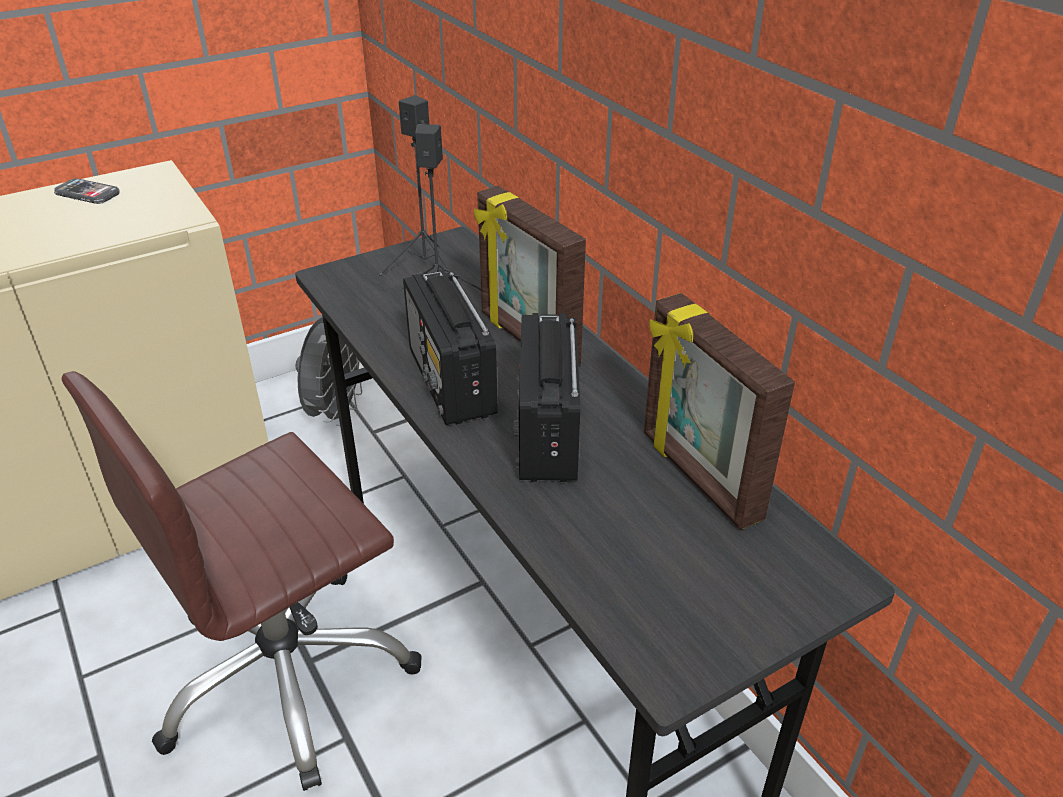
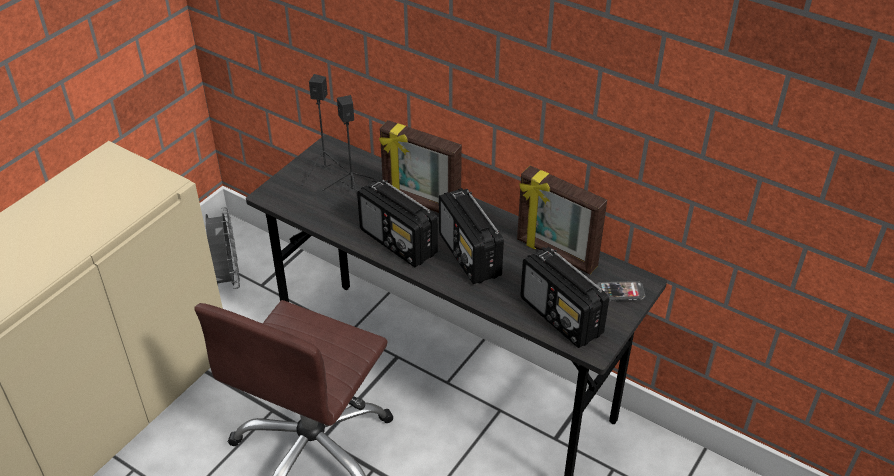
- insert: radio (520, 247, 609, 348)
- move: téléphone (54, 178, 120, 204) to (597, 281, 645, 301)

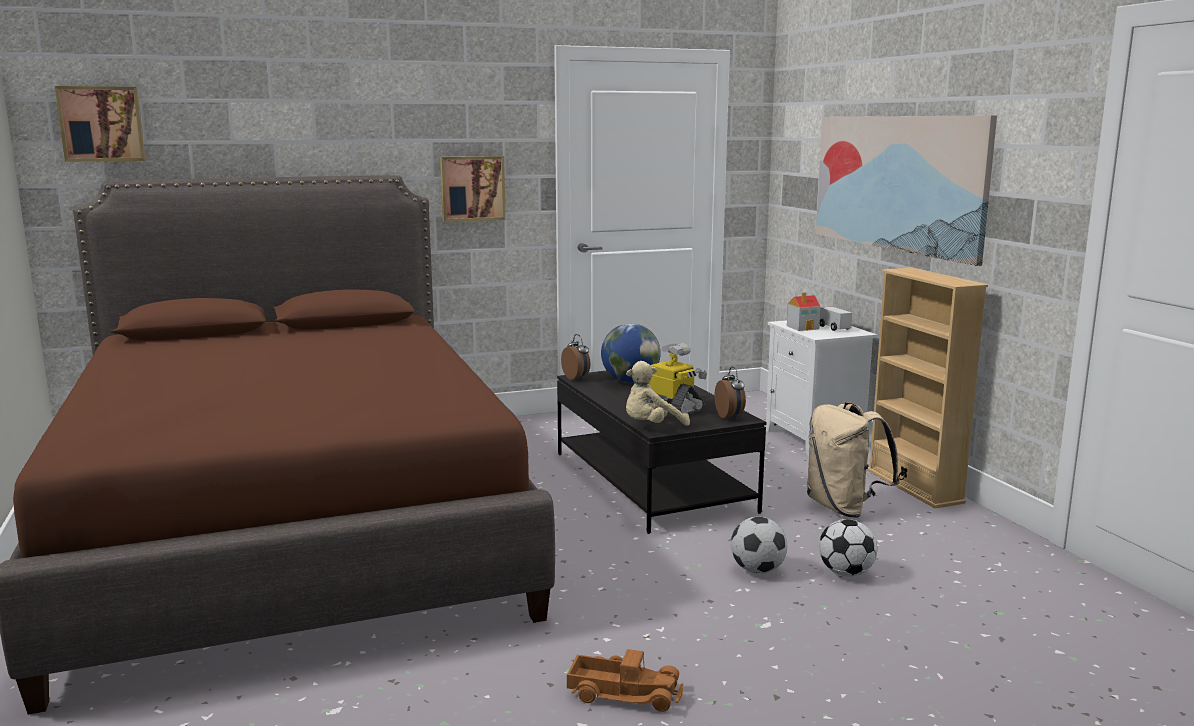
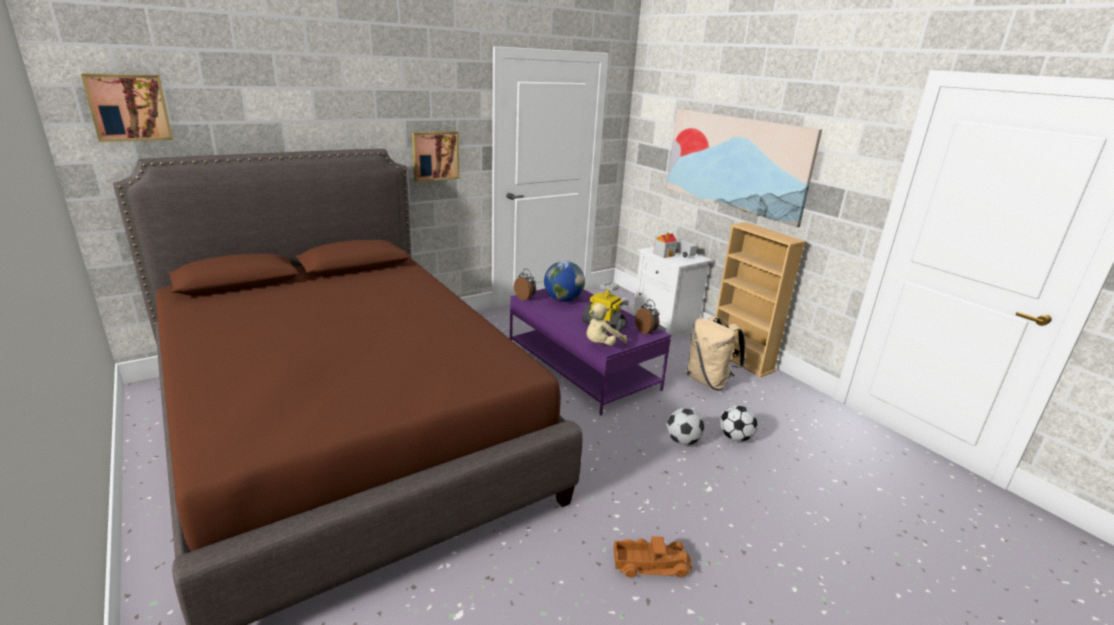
- recolor: table basse (noir) (557, 371, 766, 534) to table basse (violet) (510, 289, 671, 416)

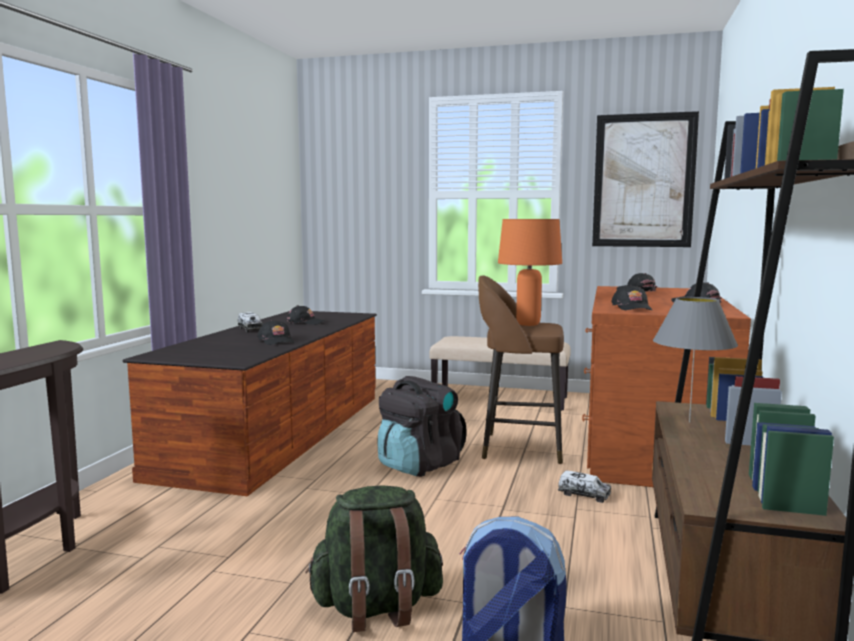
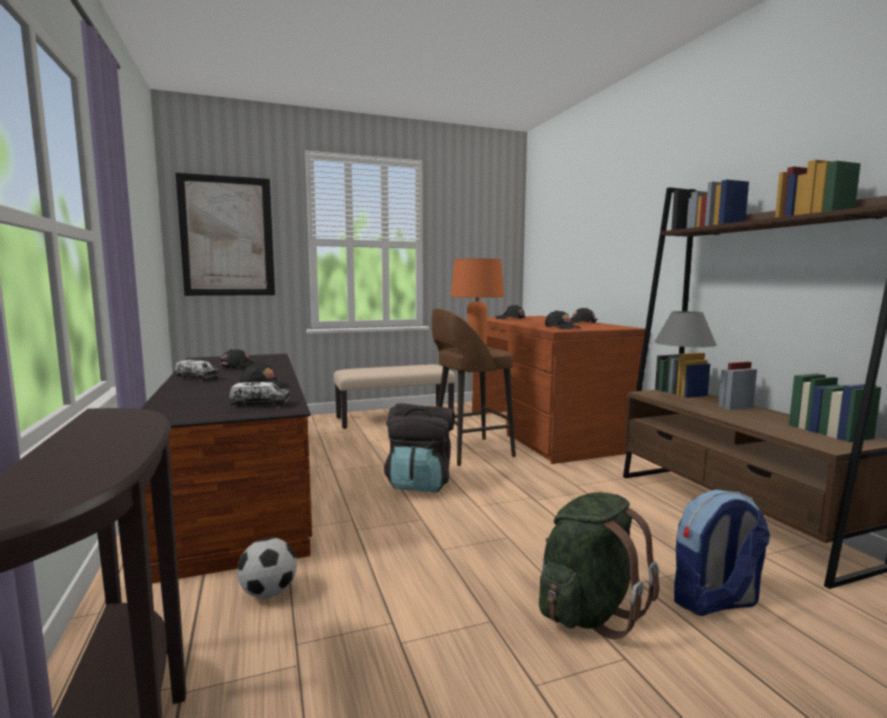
- move: tableau (592, 111, 699, 247) to (175, 173, 275, 296)
- move: camion jouet (558, 470, 611, 503) to (229, 382, 290, 408)
- insert: ballon de foot (237, 537, 297, 599)

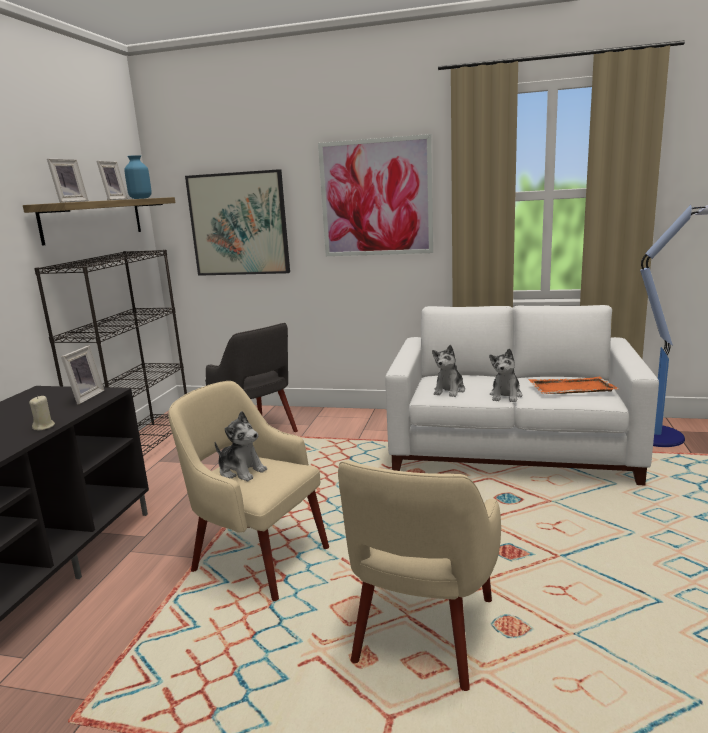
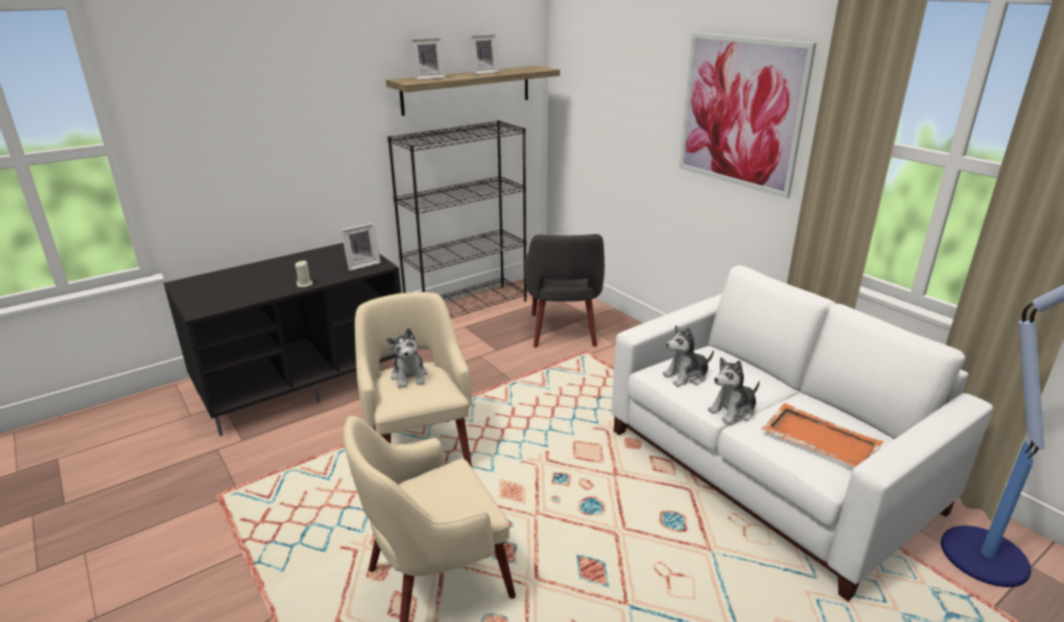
- delete: vase (bleu) (124, 155, 152, 199)
- delete: tableau (185, 169, 290, 276)

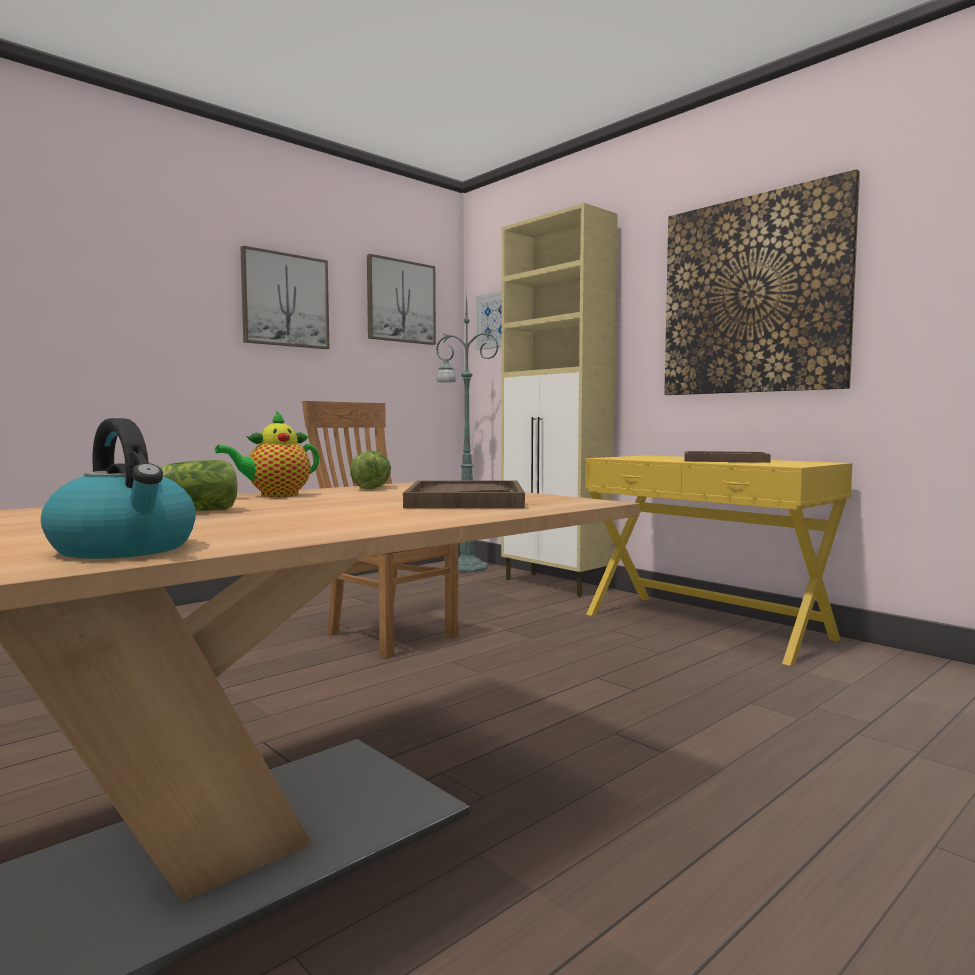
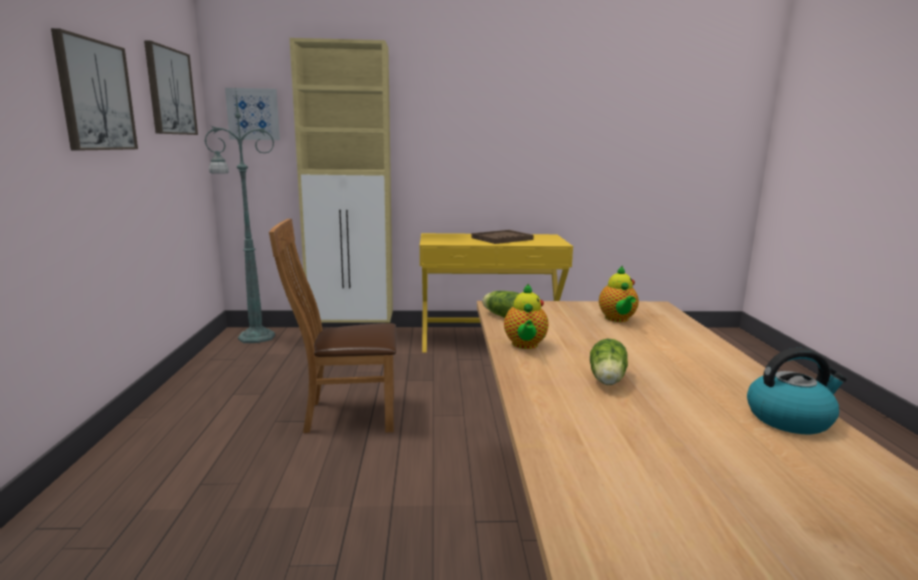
- replace: plateau (marron) (403, 481, 525, 508) to théière (599, 266, 639, 322)
- delete: tableau (664, 169, 860, 395)

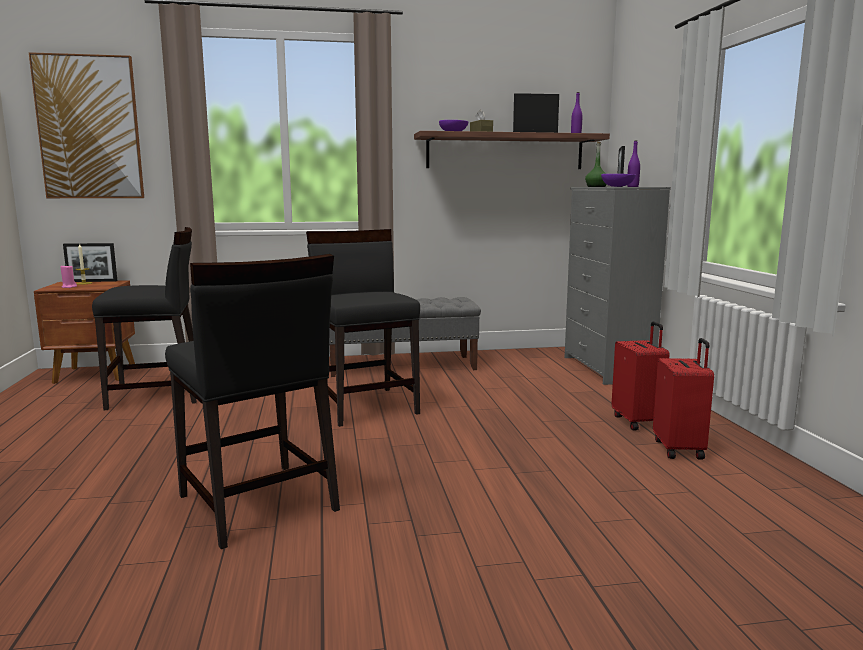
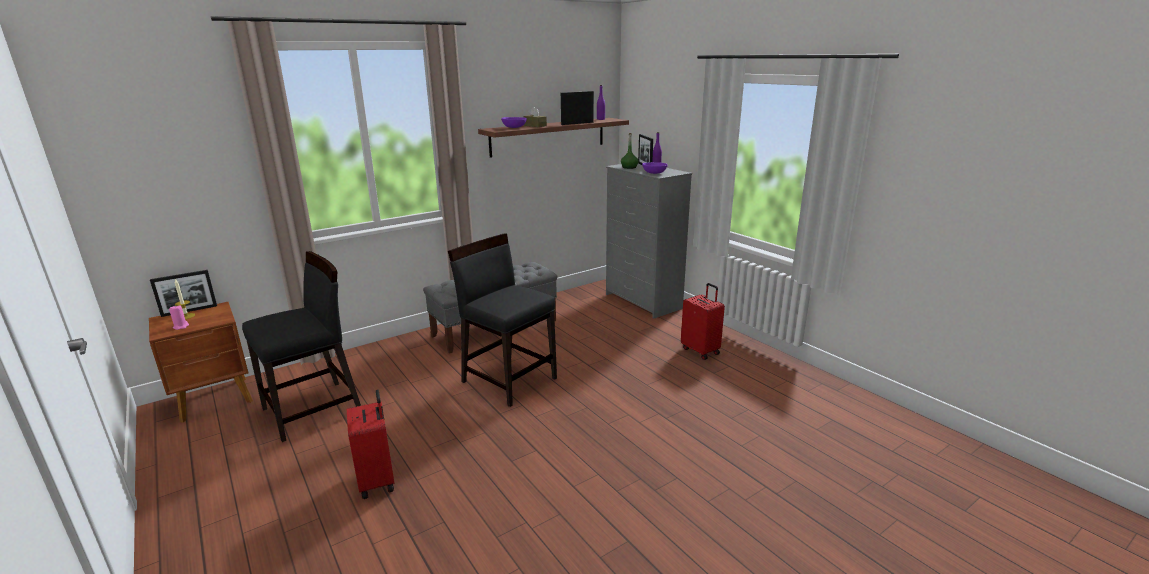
- move: valise (rouge) (653, 338, 714, 459) to (347, 389, 395, 499)
- delete: tableau (29, 52, 144, 198)
- delete: chaise (noir) (165, 254, 340, 549)

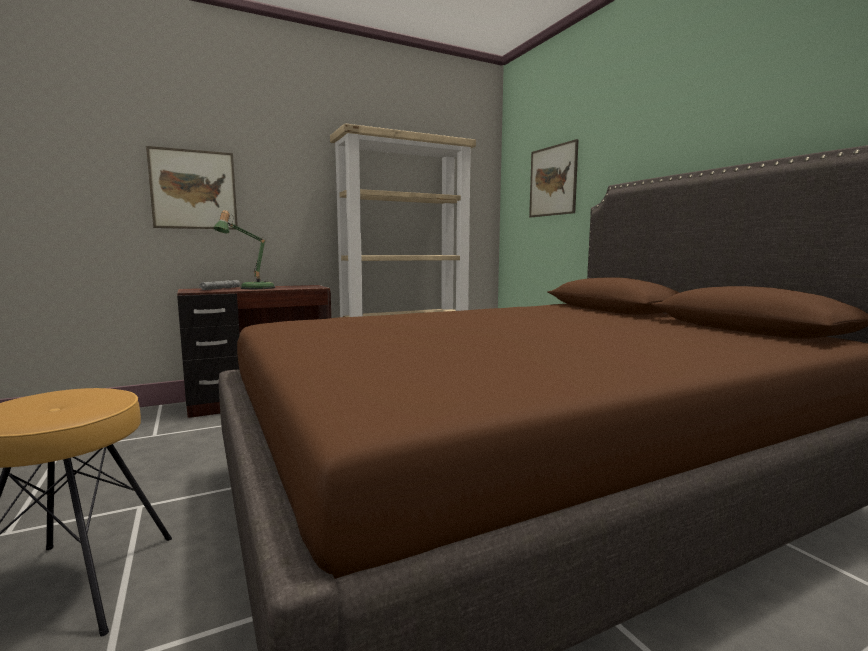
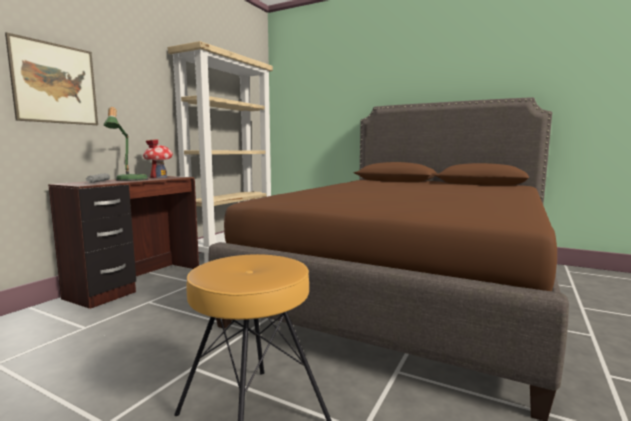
- insert: maison miniature (143, 139, 173, 178)
- delete: tableau (529, 139, 579, 217)

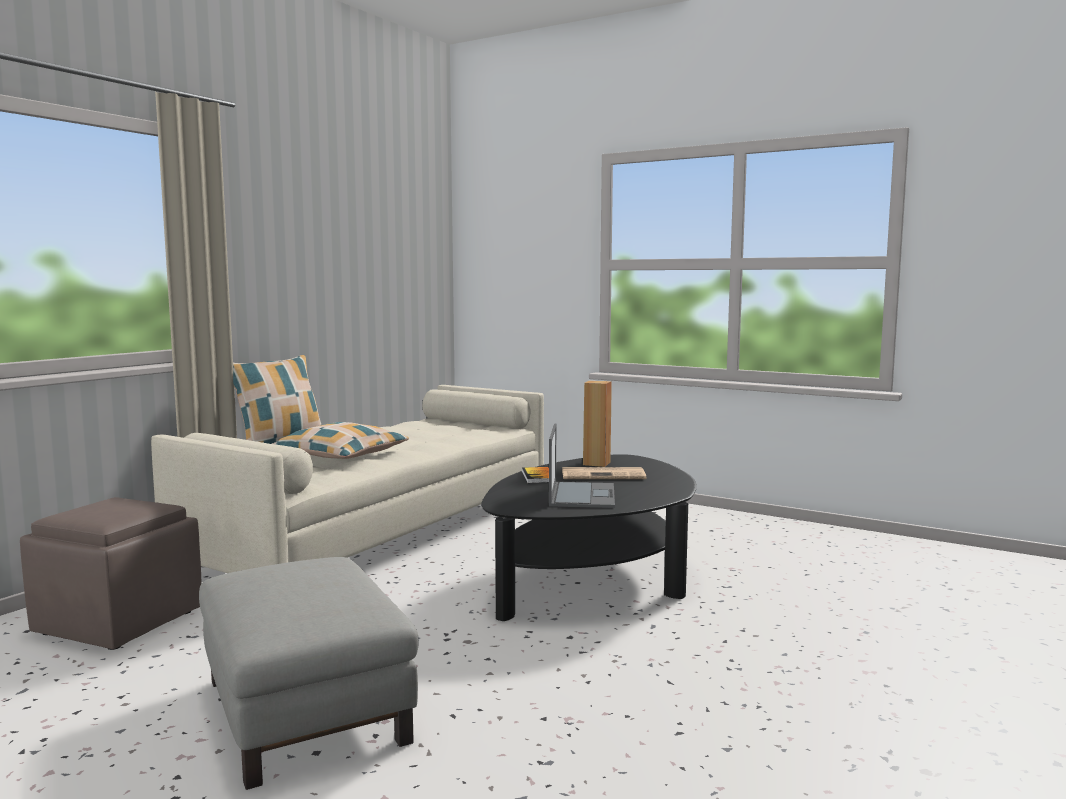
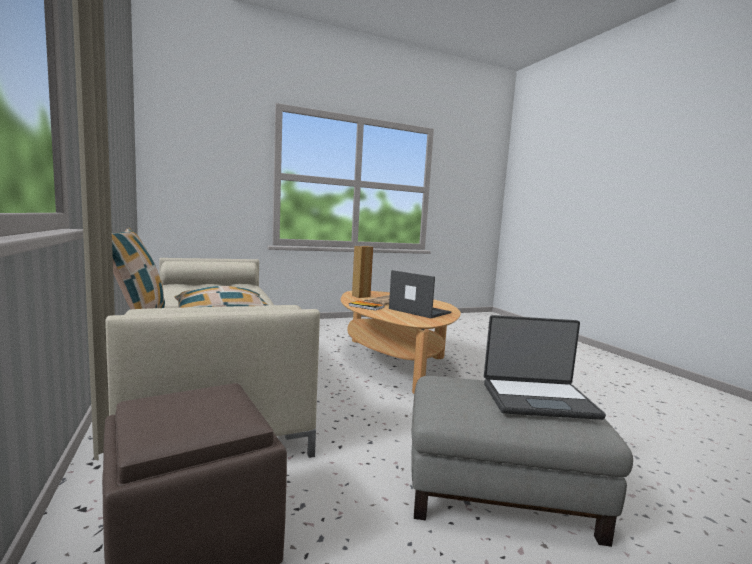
- recolor: table basse (noir) (481, 454, 697, 621) to table basse (beige) (341, 291, 461, 394)
- insert: ordinateur portable (484, 315, 606, 420)

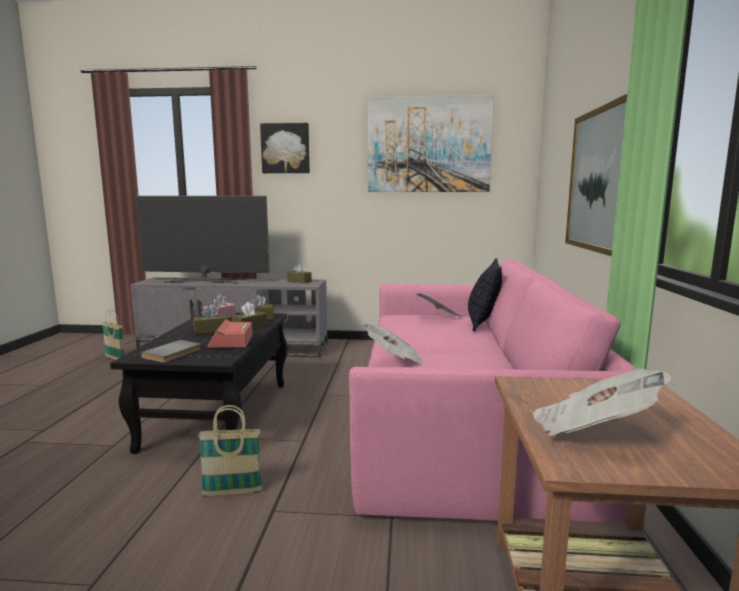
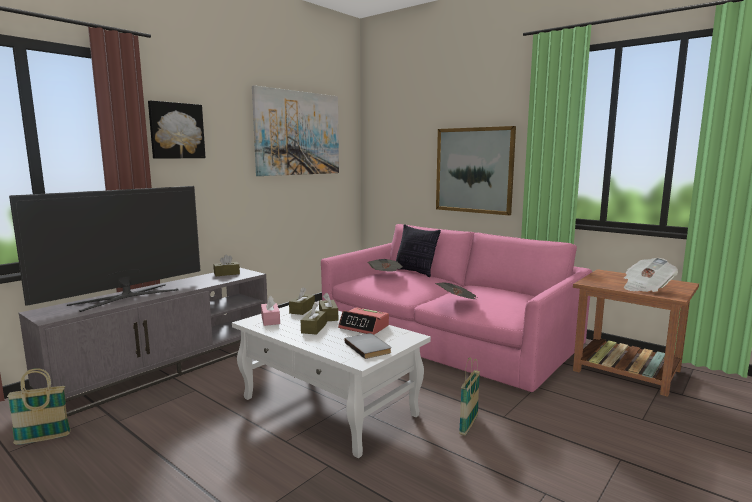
- recolor: table basse (noir) (110, 313, 288, 454) to table basse (blanc) (232, 305, 431, 458)

